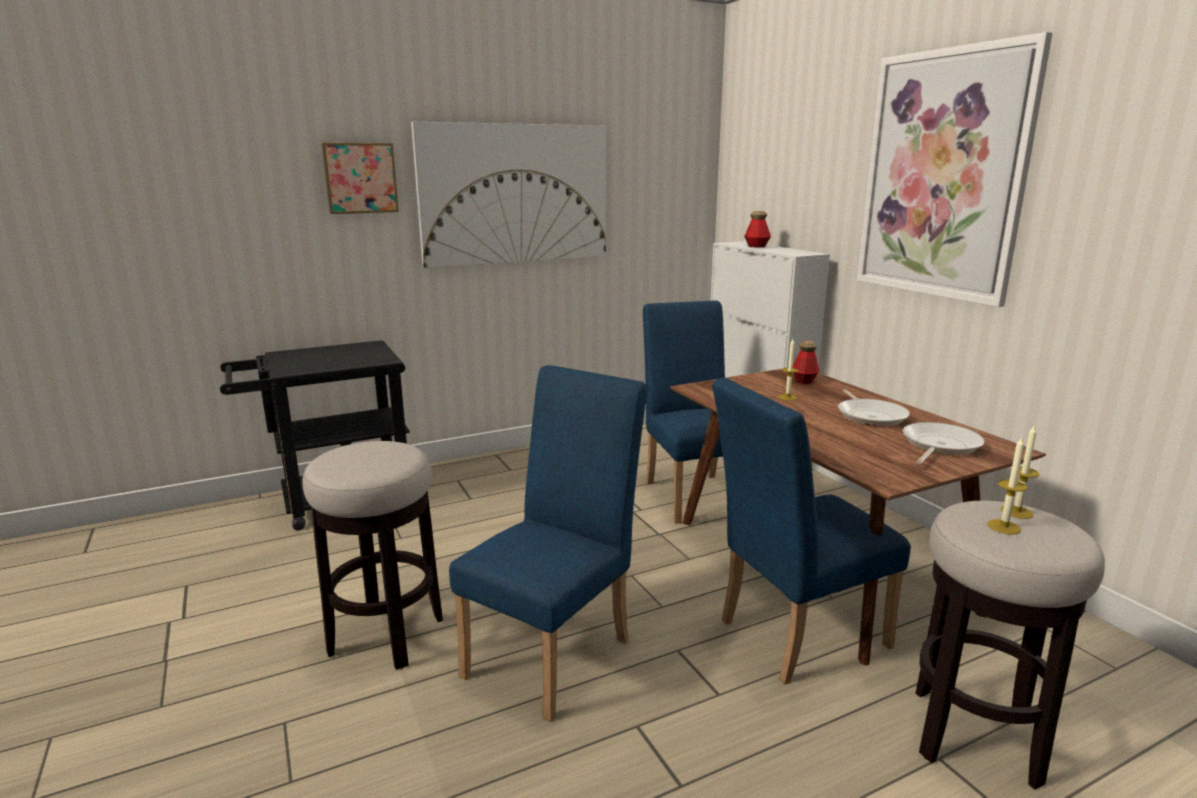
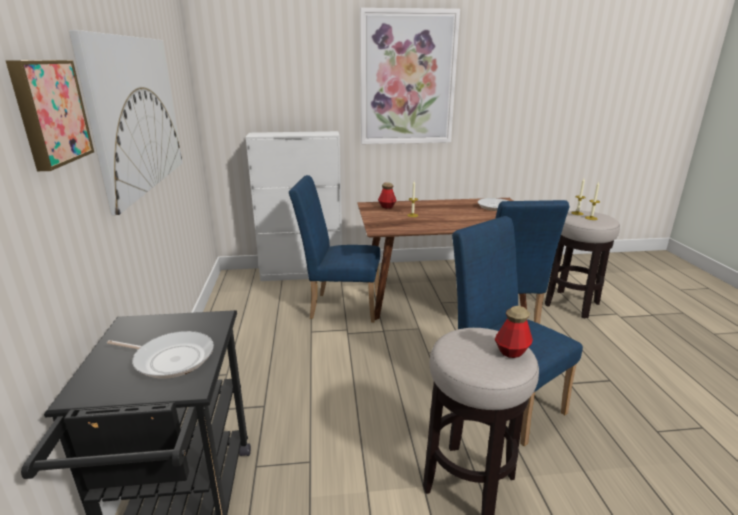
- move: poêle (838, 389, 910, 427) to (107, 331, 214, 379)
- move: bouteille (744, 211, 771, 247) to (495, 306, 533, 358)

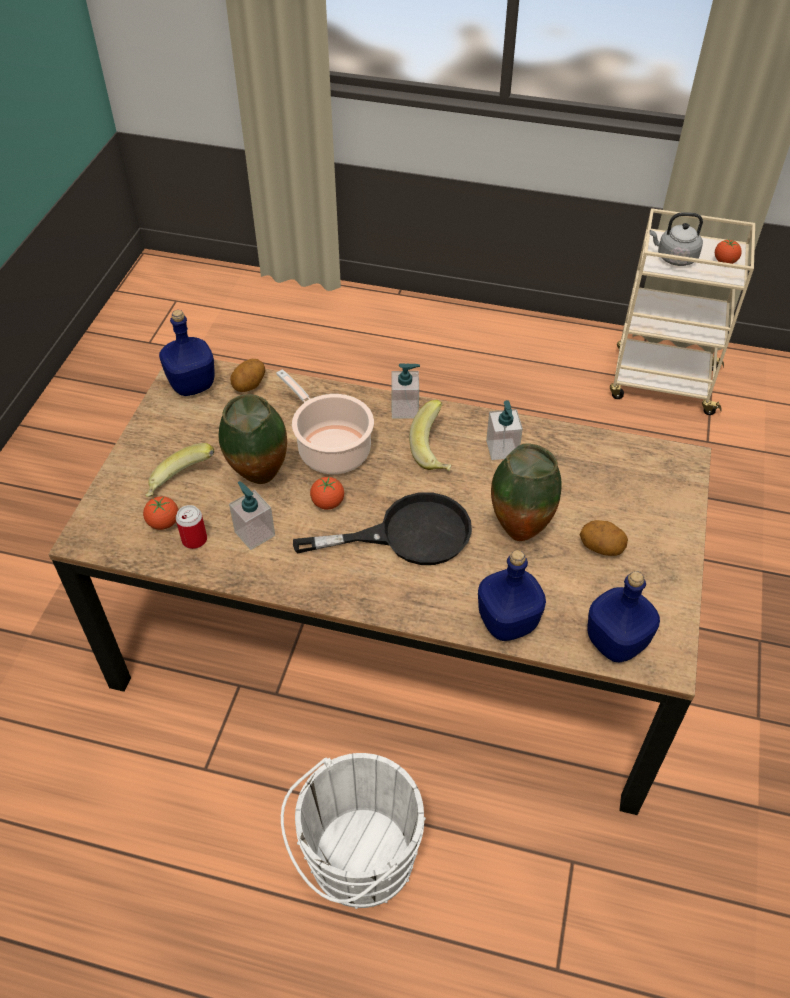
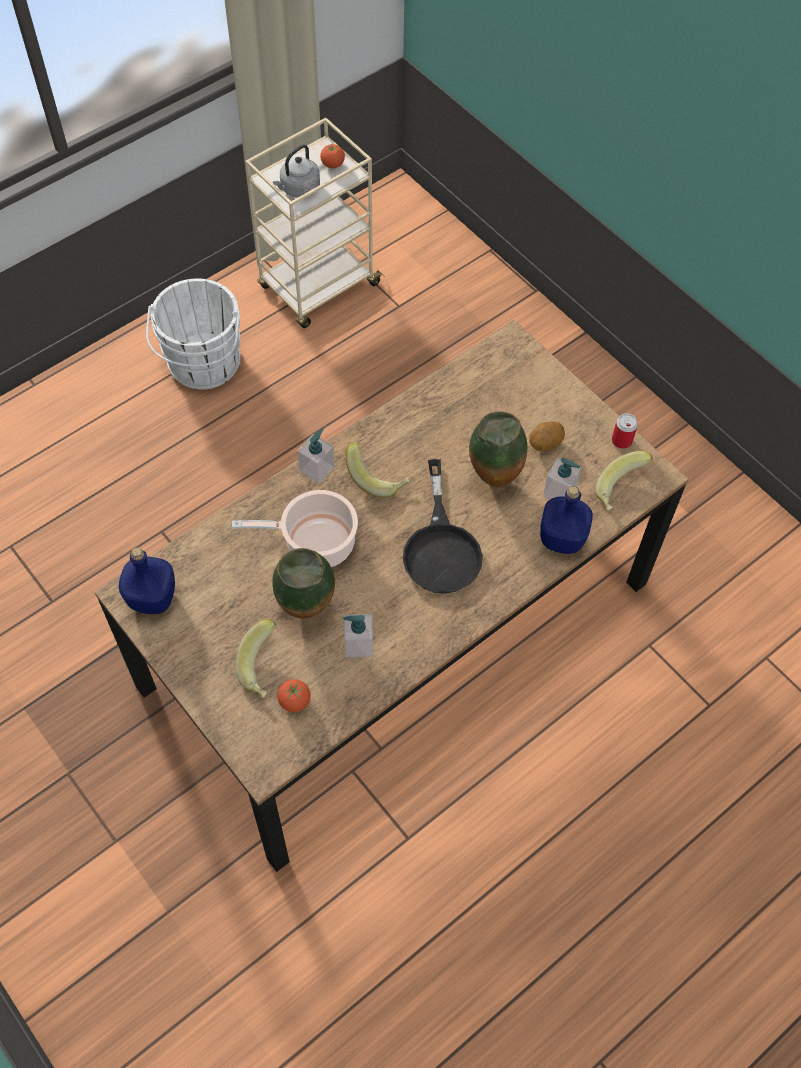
- move: seau (blanc) (281, 753, 426, 909) to (146, 278, 241, 390)
- rotate: poêle (noir) (293, 492, 472, 565) = (403, 459, 483, 594) 150 degrees clockwise
- move: distributeur de savon (486, 400, 523, 460) to (543, 457, 581, 500)
- replace: bouteille (bleu) (587, 571, 660, 663) to banane (596, 451, 653, 511)
- move: boîte métallique (176, 505, 207, 549) to (612, 413, 638, 449)
- delete: pomme de terre (230, 359, 266, 392)
- delete: tomate (310, 477, 344, 510)

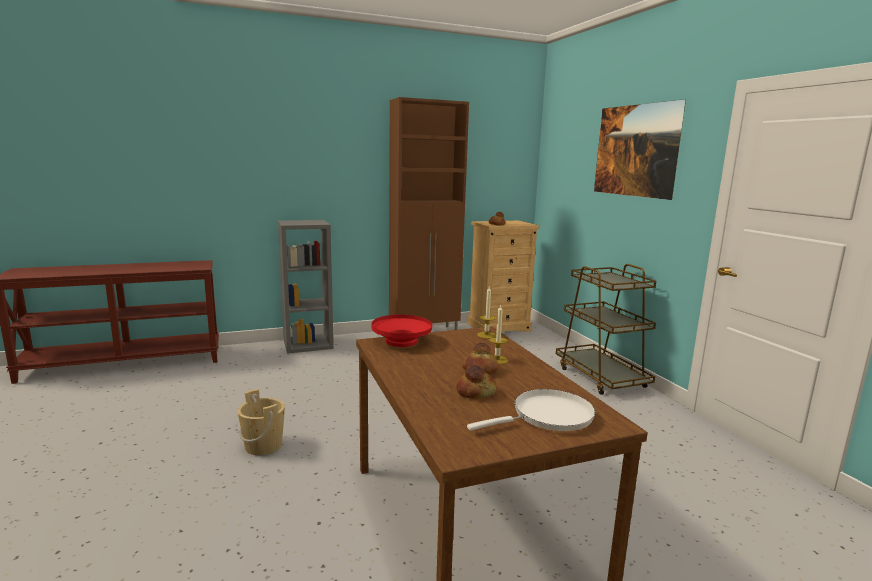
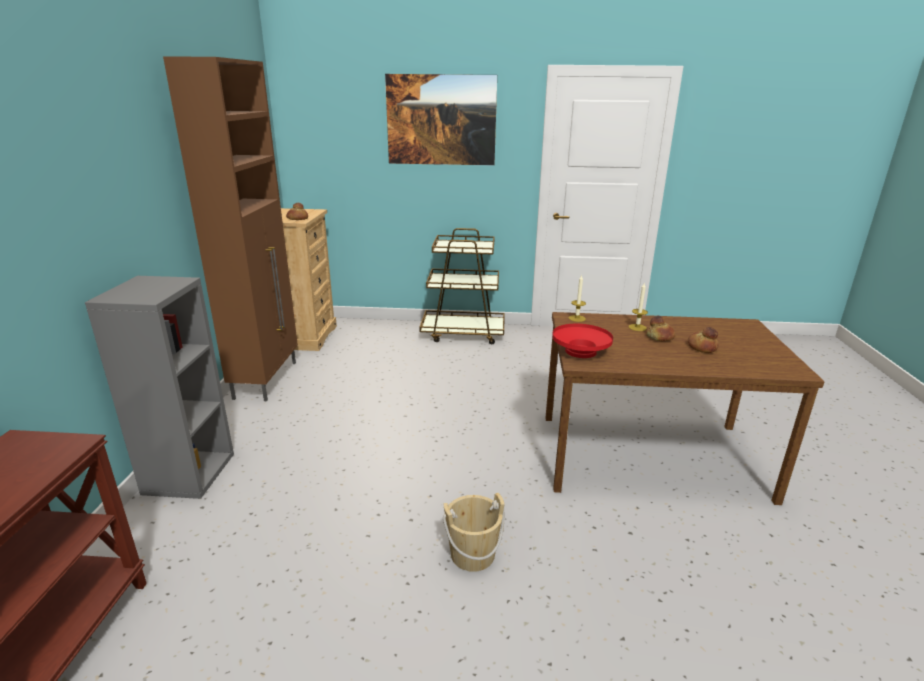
- delete: poêle (blanc) (467, 389, 596, 431)

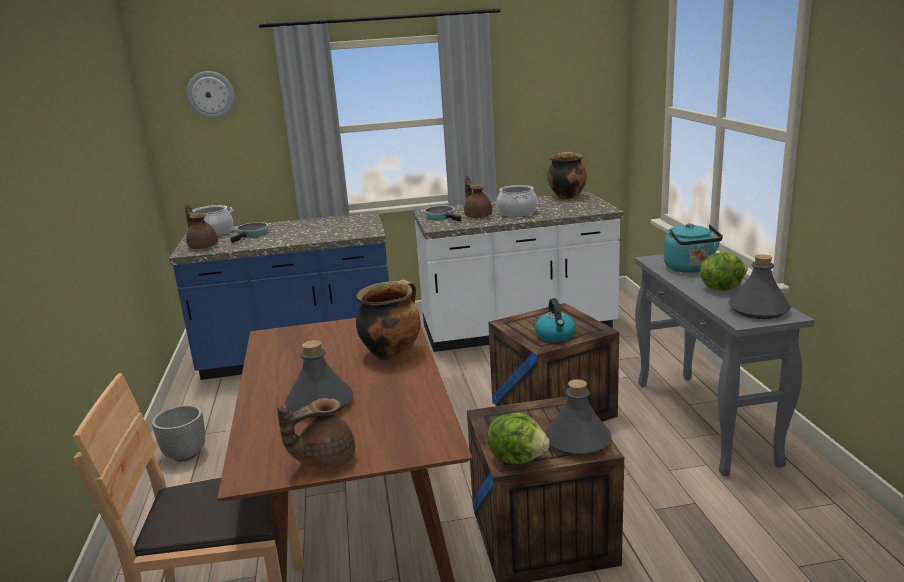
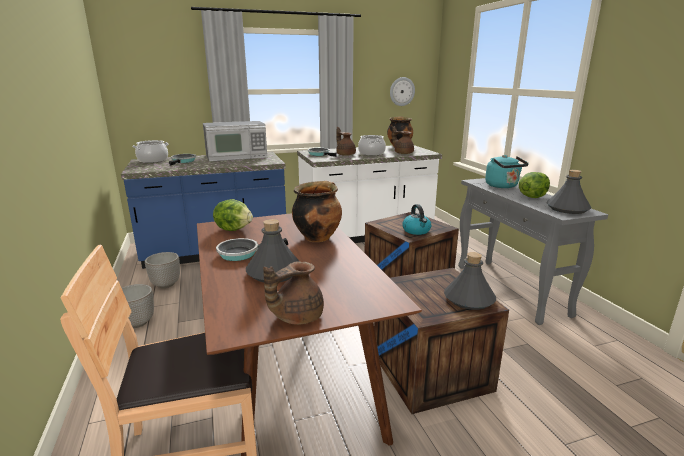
- insert: cache-pot (145, 252, 180, 288)
- insert: micro-ondes (203, 121, 267, 162)
- move: laitue (487, 412, 550, 464) to (213, 199, 253, 231)
- insert: poêle (216, 238, 288, 261)
- move: horloge murale (187, 71, 235, 118) to (390, 77, 415, 106)
- move: théière (marron) (185, 204, 218, 249) to (392, 126, 414, 154)

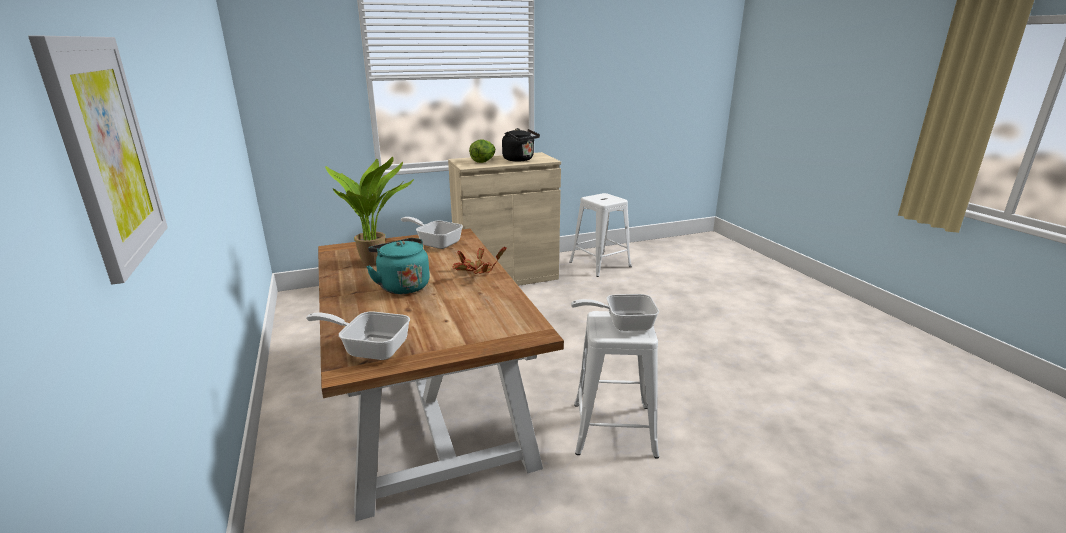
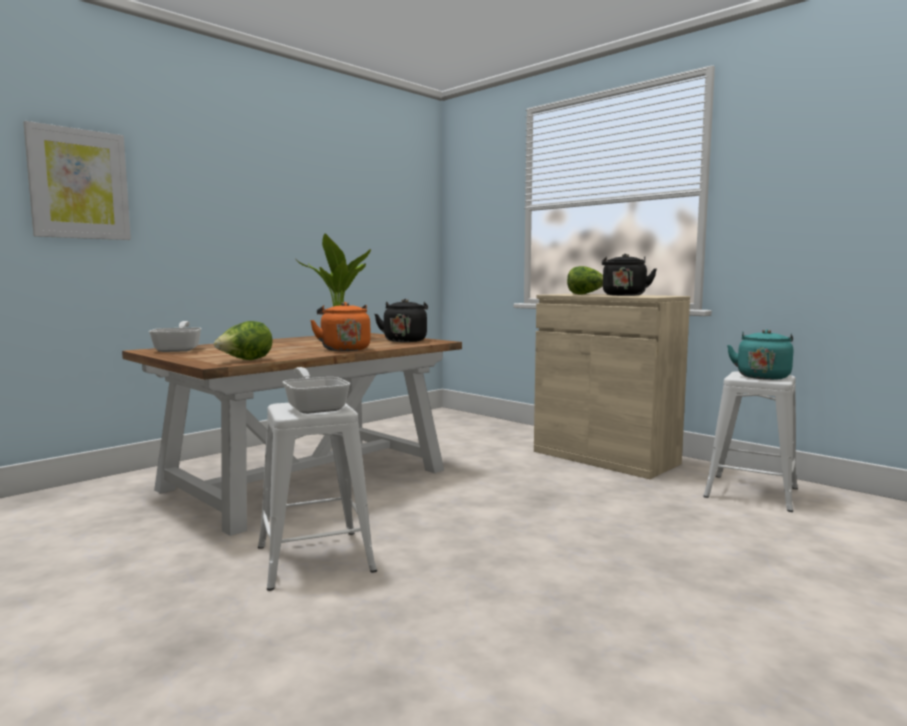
- insert: laitue (214, 321, 273, 360)
- replace: plante en pot (453, 247, 507, 274) to bouilloire (orange) (310, 302, 371, 351)
- replace: poêle (401, 217, 463, 249) to bouilloire (noir) (375, 299, 428, 342)
- move: bouilloire (turquoise) (366, 238, 430, 294) to (727, 329, 793, 380)

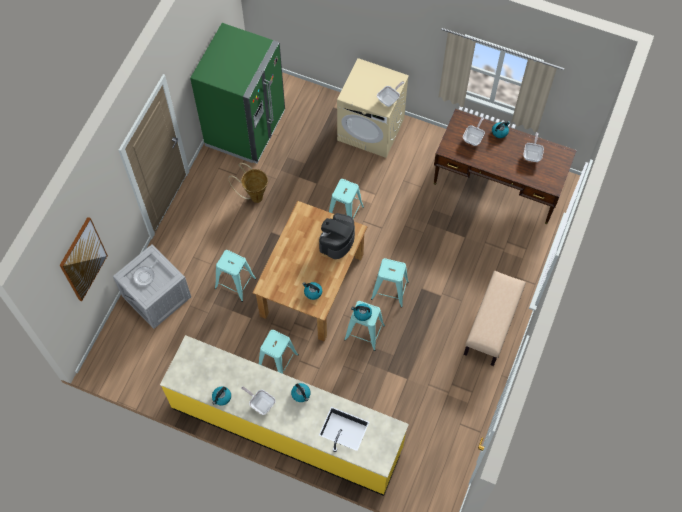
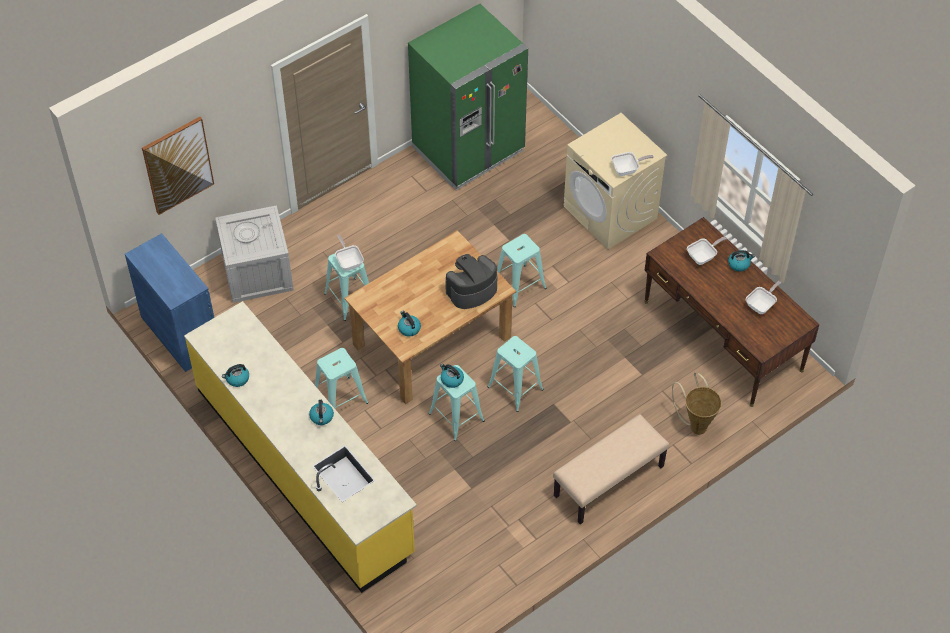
- insert: meuble de rangement (bleu) (125, 233, 214, 372)
- move: poêle (241, 386, 276, 415) to (335, 235, 364, 271)
- move: panier (228, 163, 268, 203) to (672, 373, 722, 435)

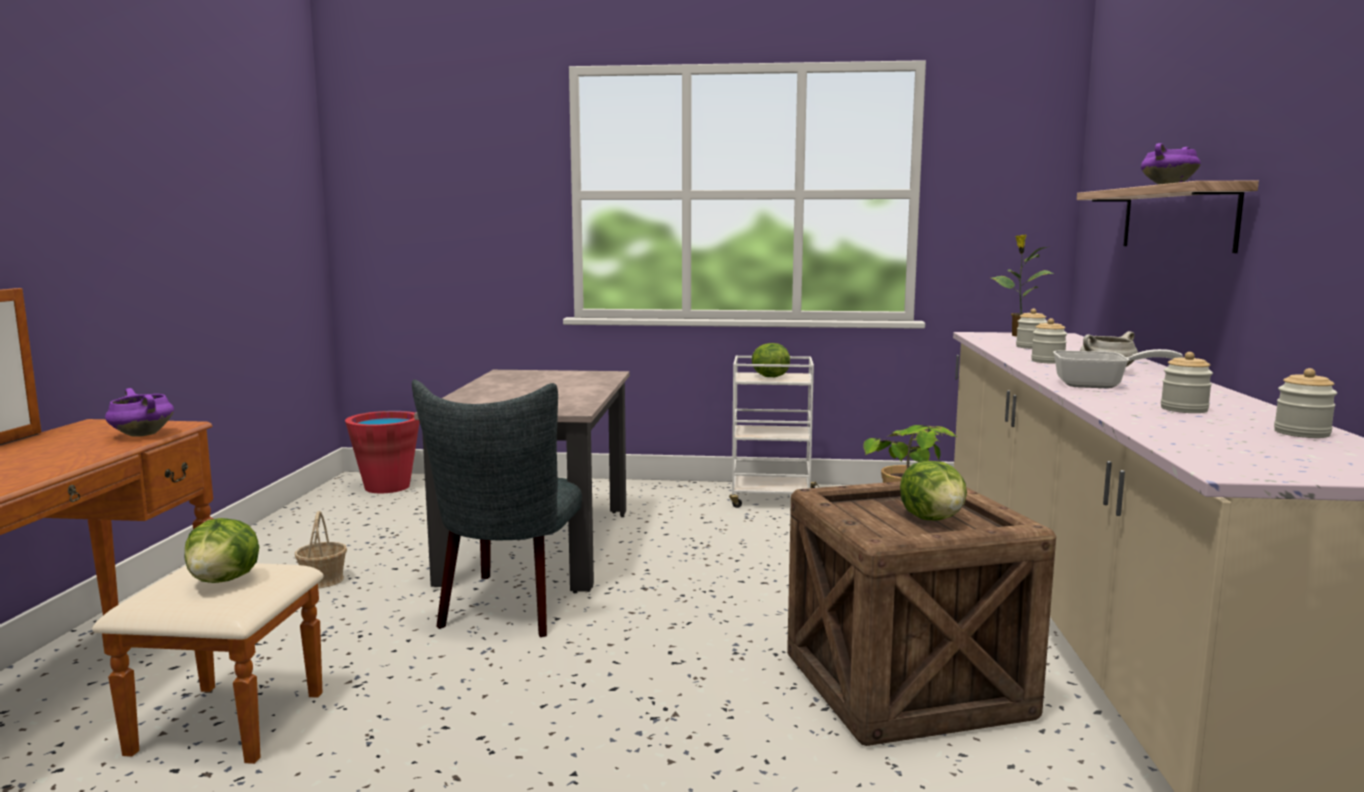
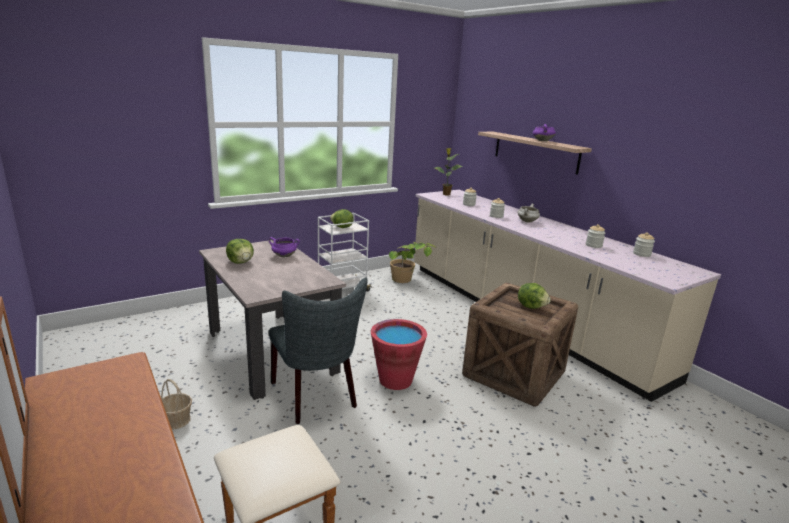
- move: laitue (185, 518, 259, 583) to (226, 239, 254, 264)
- move: marmite (violet) (105, 388, 174, 437) to (269, 237, 300, 258)
- move: seau (rouge) (345, 411, 420, 493) to (371, 319, 427, 390)
- delete: poêle (1053, 349, 1183, 388)

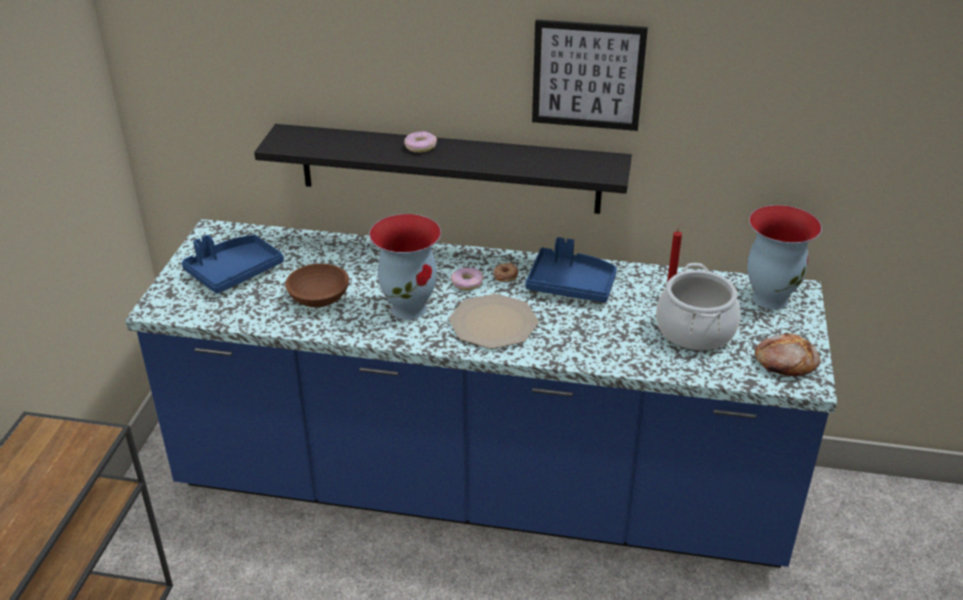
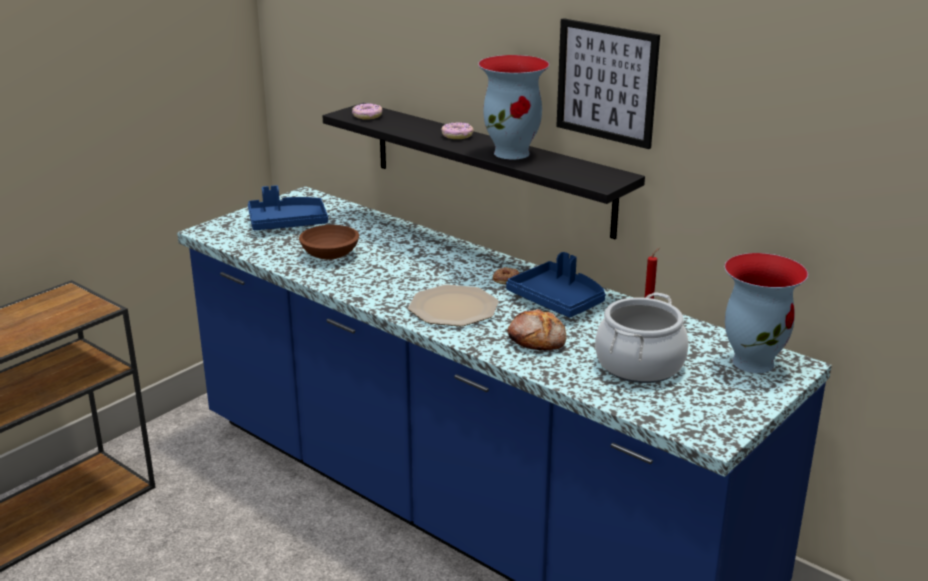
- move: beignet (451, 267, 483, 290) to (352, 103, 382, 120)
- move: vase (369, 214, 441, 320) to (478, 55, 549, 159)
- move: pain (755, 333, 821, 376) to (507, 309, 567, 351)

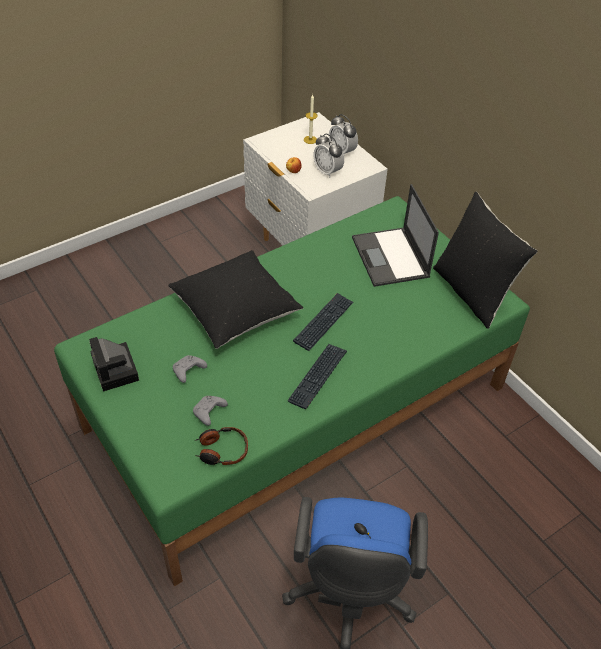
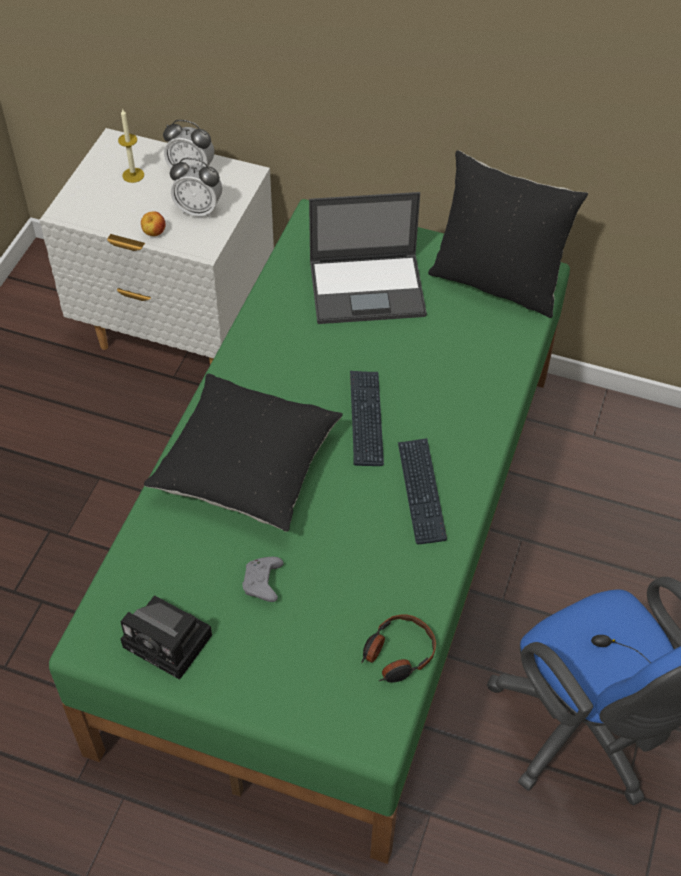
- rotate: ordinateur portable (352, 184, 439, 287) = (309, 192, 427, 324) 45 degrees counterclockwise
- delete: manette (gris) (193, 396, 228, 426)

